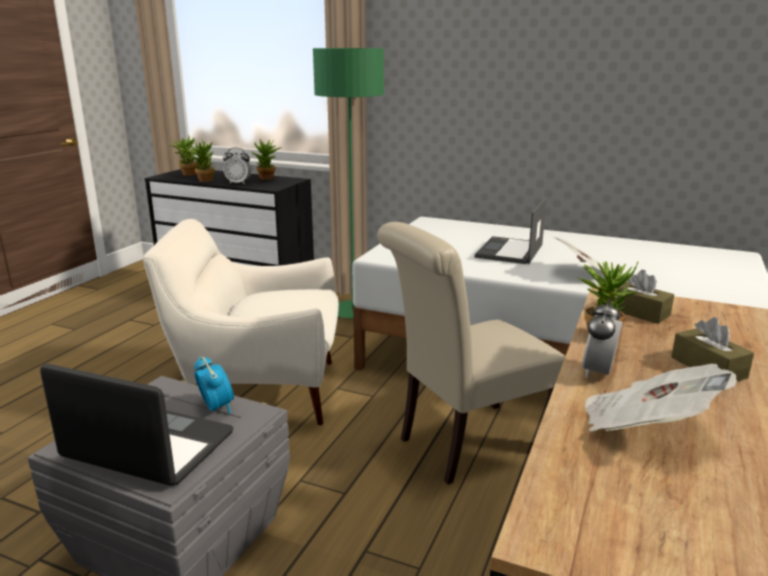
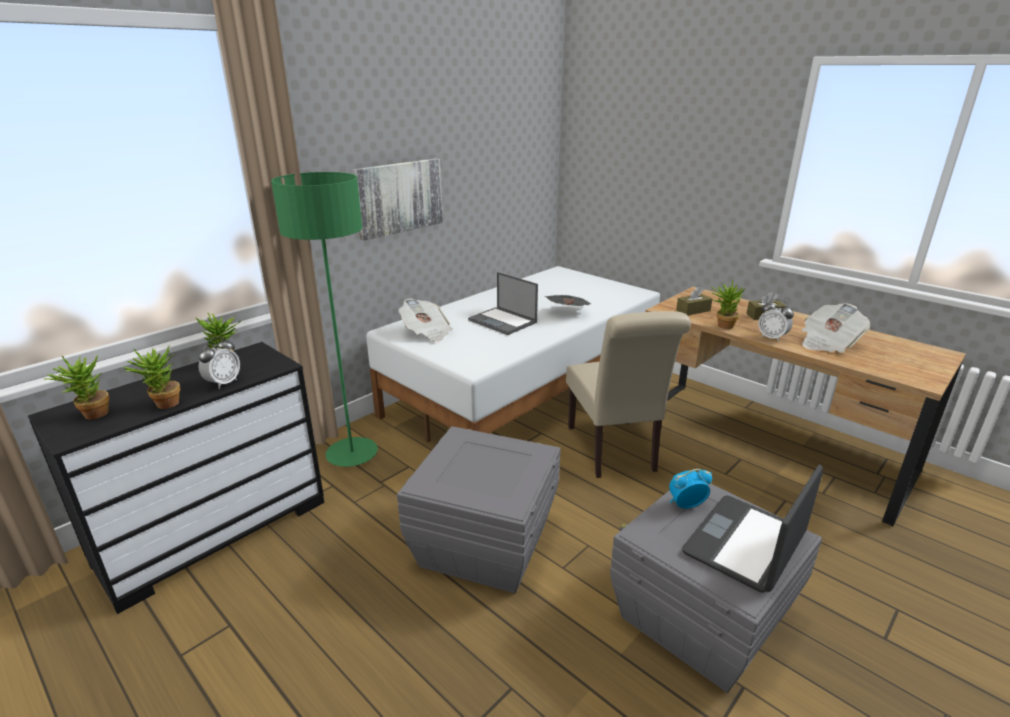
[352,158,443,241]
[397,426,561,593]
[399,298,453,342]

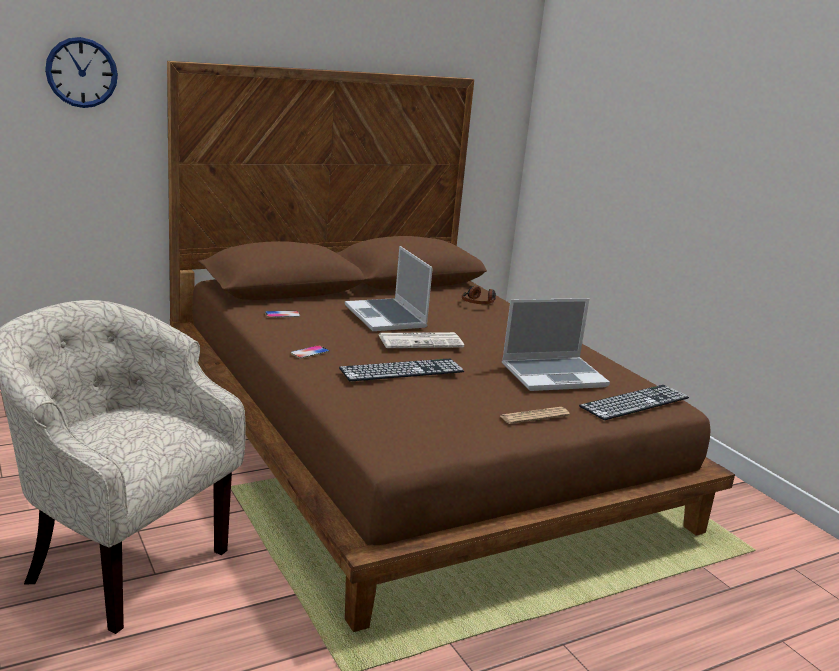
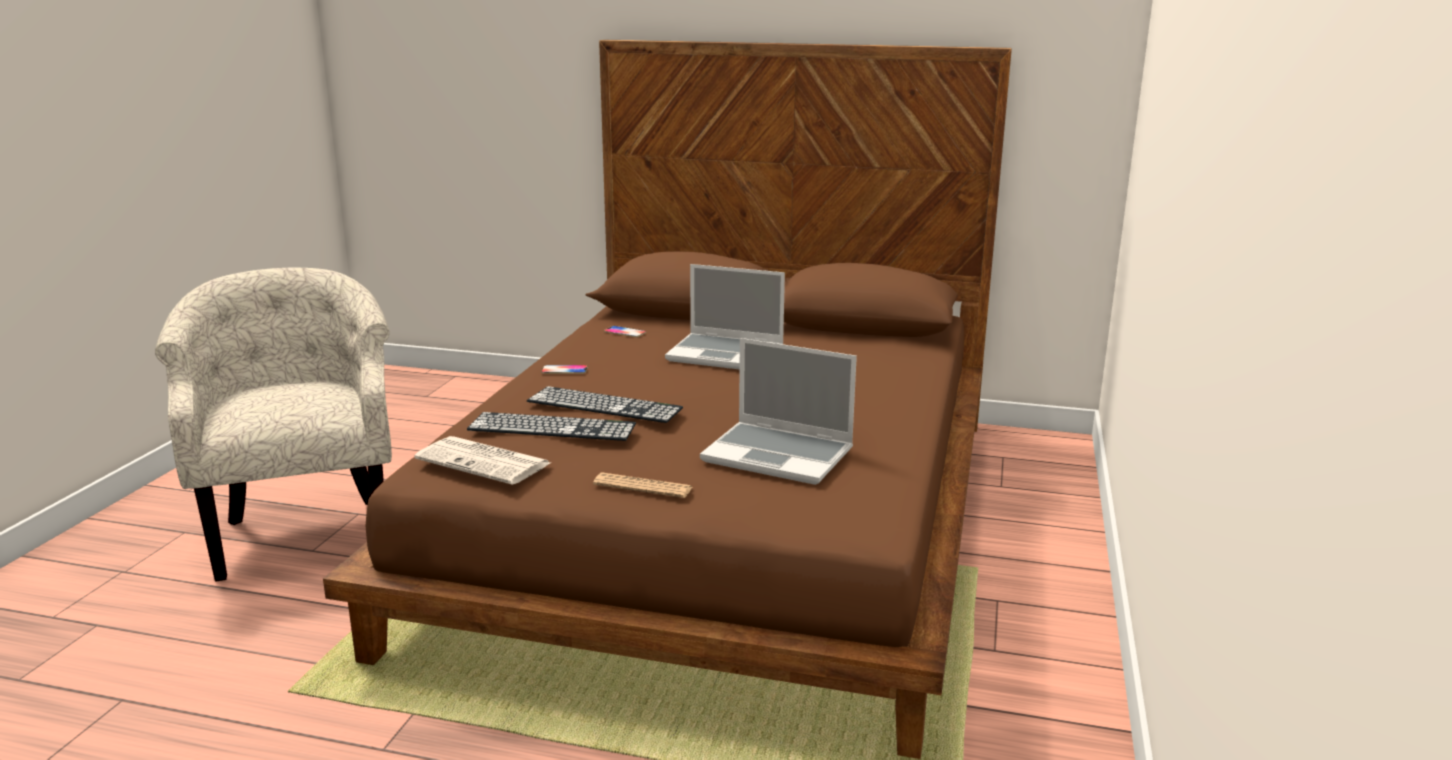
[414,436,550,485]
[467,412,636,441]
[665,264,785,370]
[45,37,118,108] (first image)
[462,286,496,304] (first image)

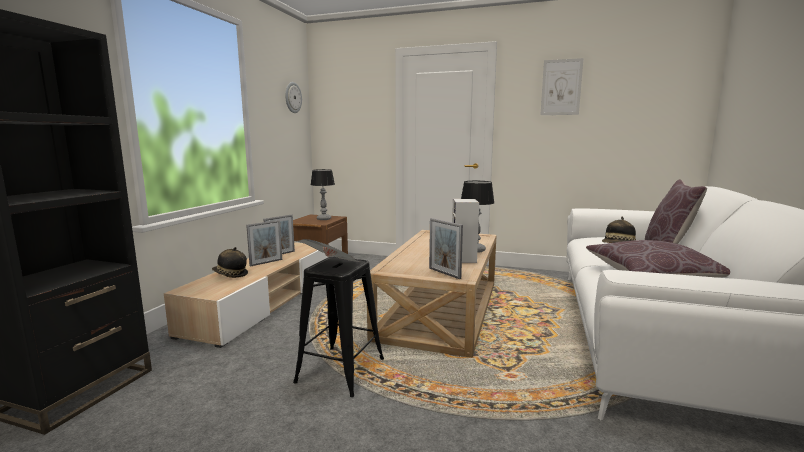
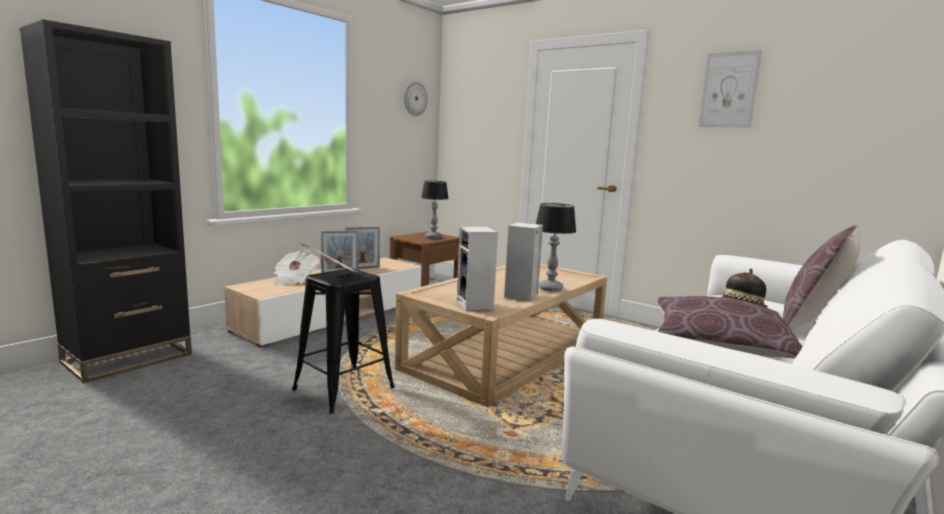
[273,250,320,285]
[457,227,498,311]

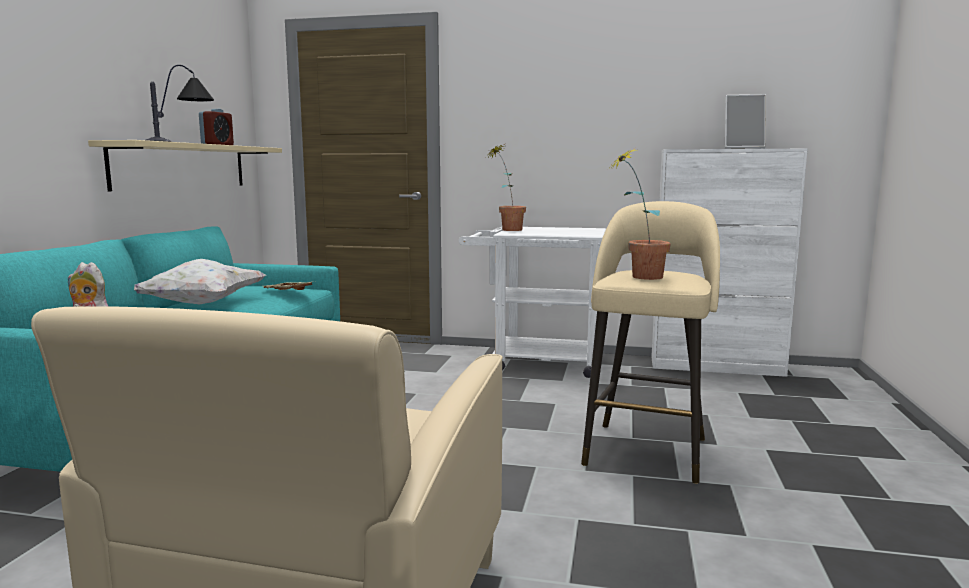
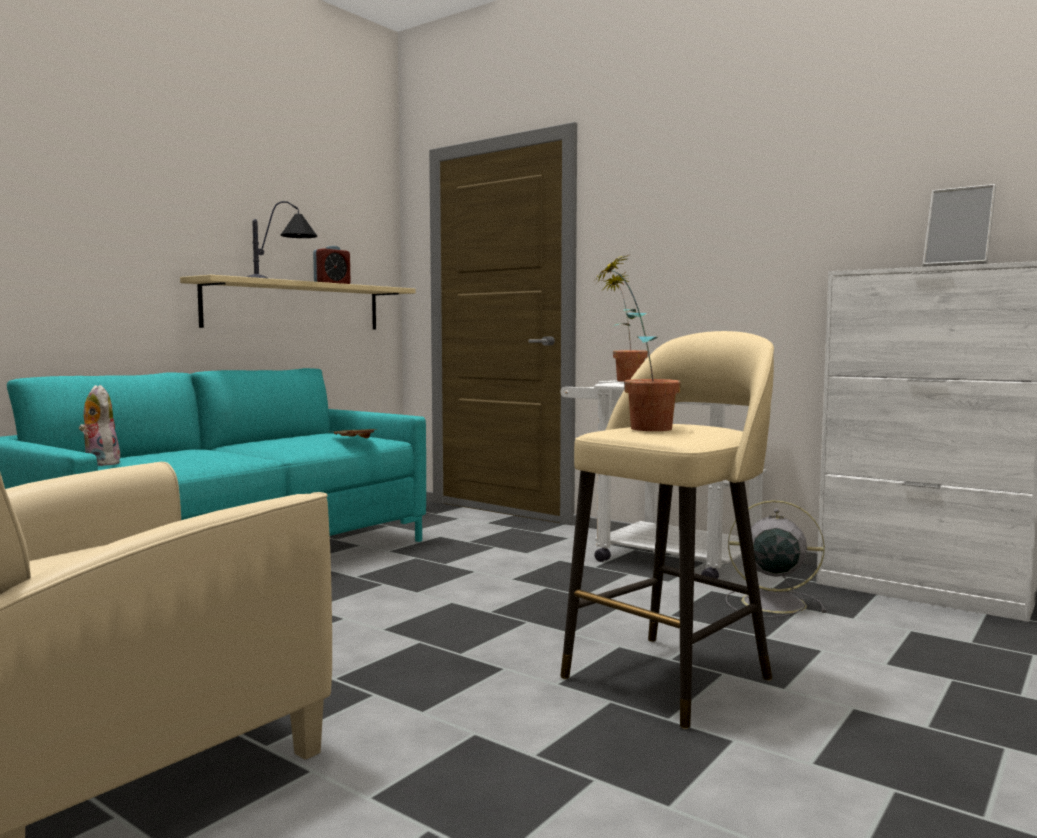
[725,500,826,618]
[134,259,266,304] (first image)

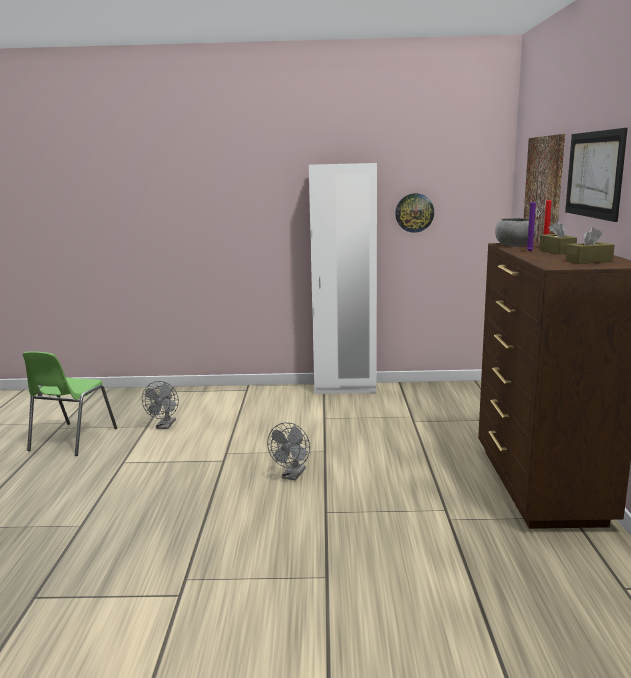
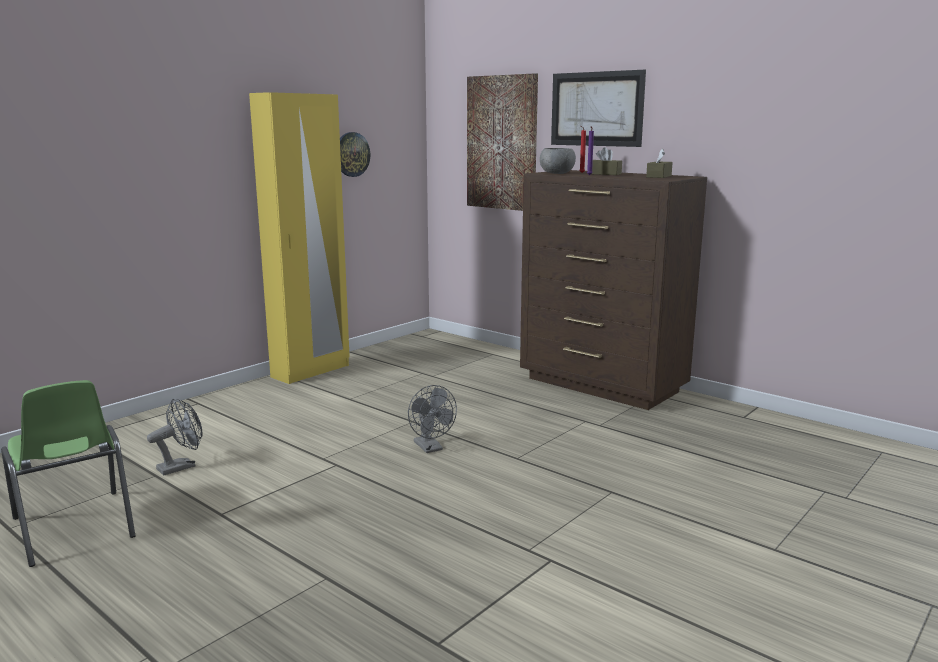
[147,398,203,475]
[249,92,350,384]

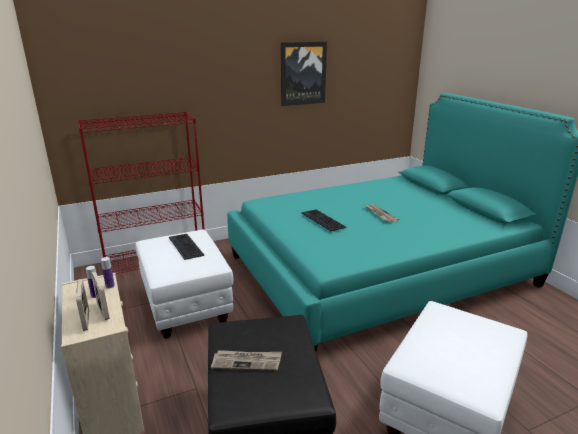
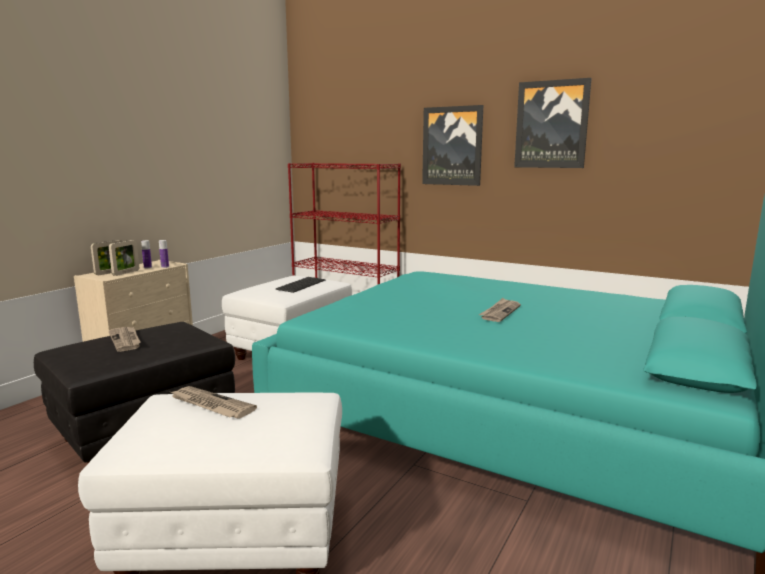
[168,386,257,418]
[422,105,483,186]
[302,209,346,231] (first image)

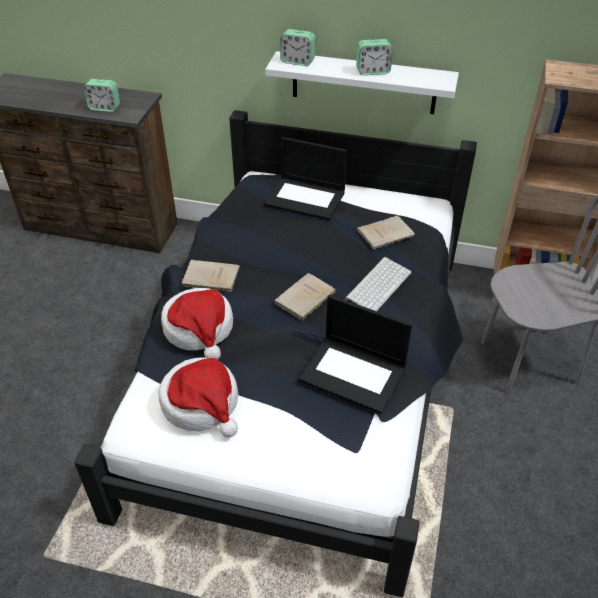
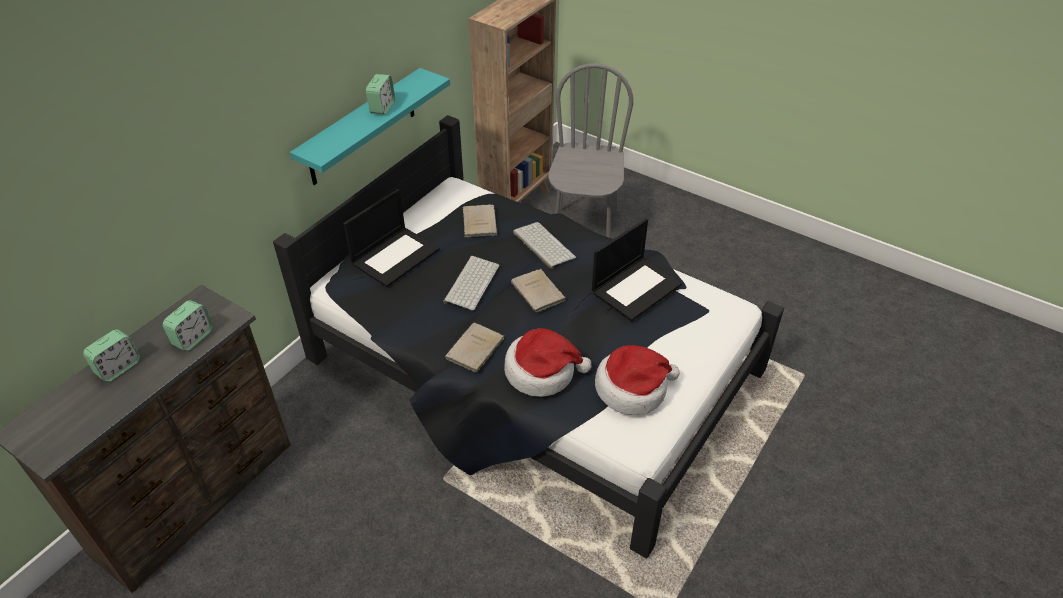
[83,329,140,382]
[290,68,450,185]
[443,256,499,311]

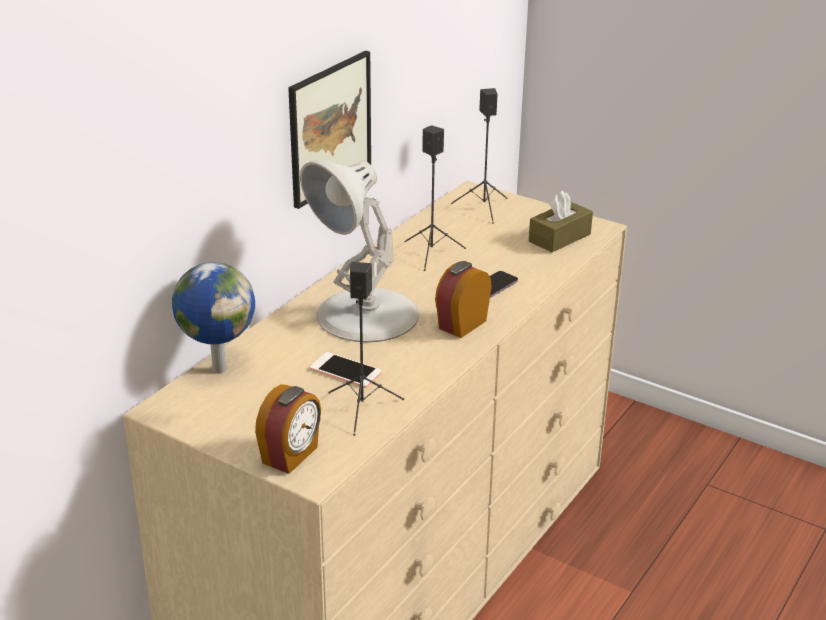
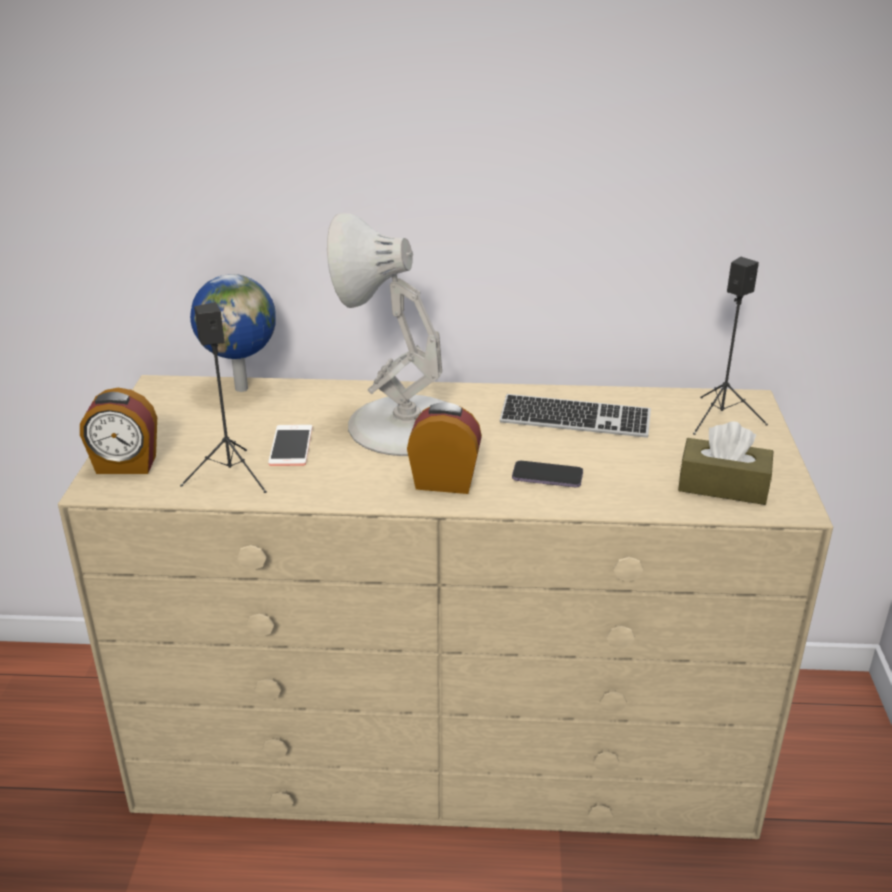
[500,394,651,438]
[288,50,371,209] (first image)

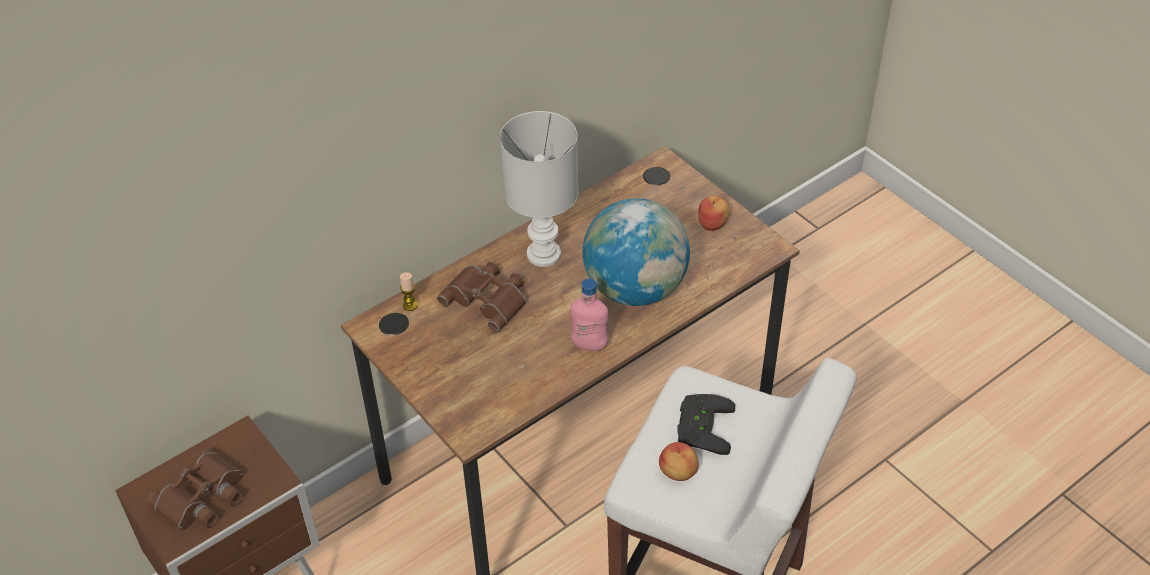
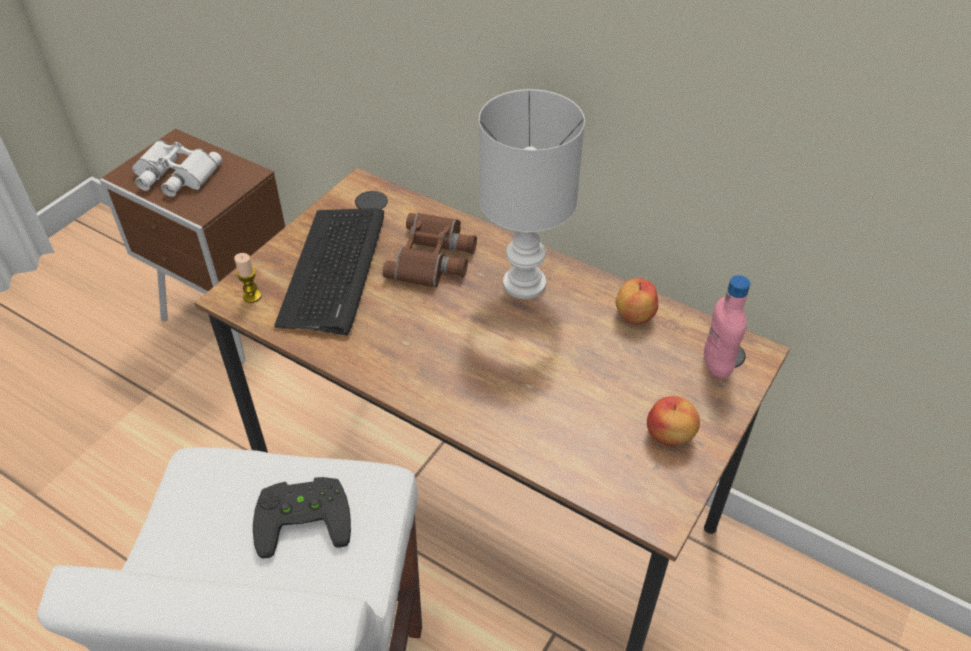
[132,140,222,197]
[234,253,261,303]
[274,208,384,335]
[616,278,658,324]
[704,275,750,379]
[583,198,690,306] (first image)

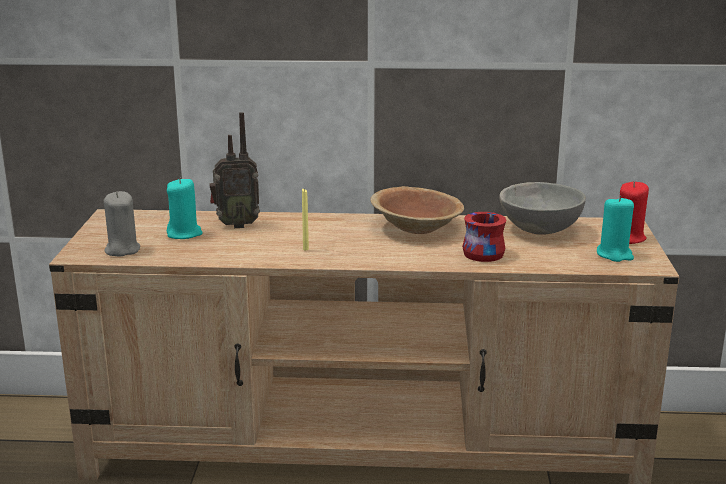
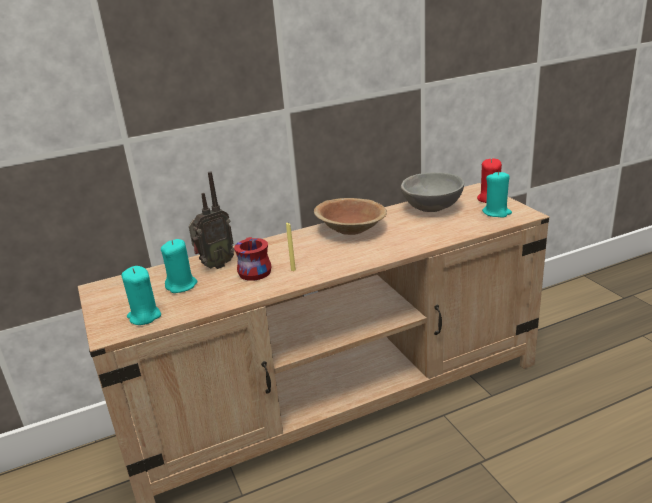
[121,266,161,325]
[234,237,271,281]

